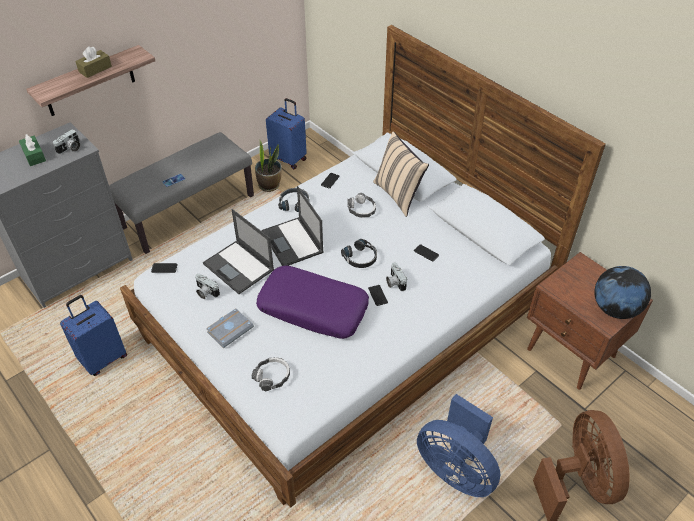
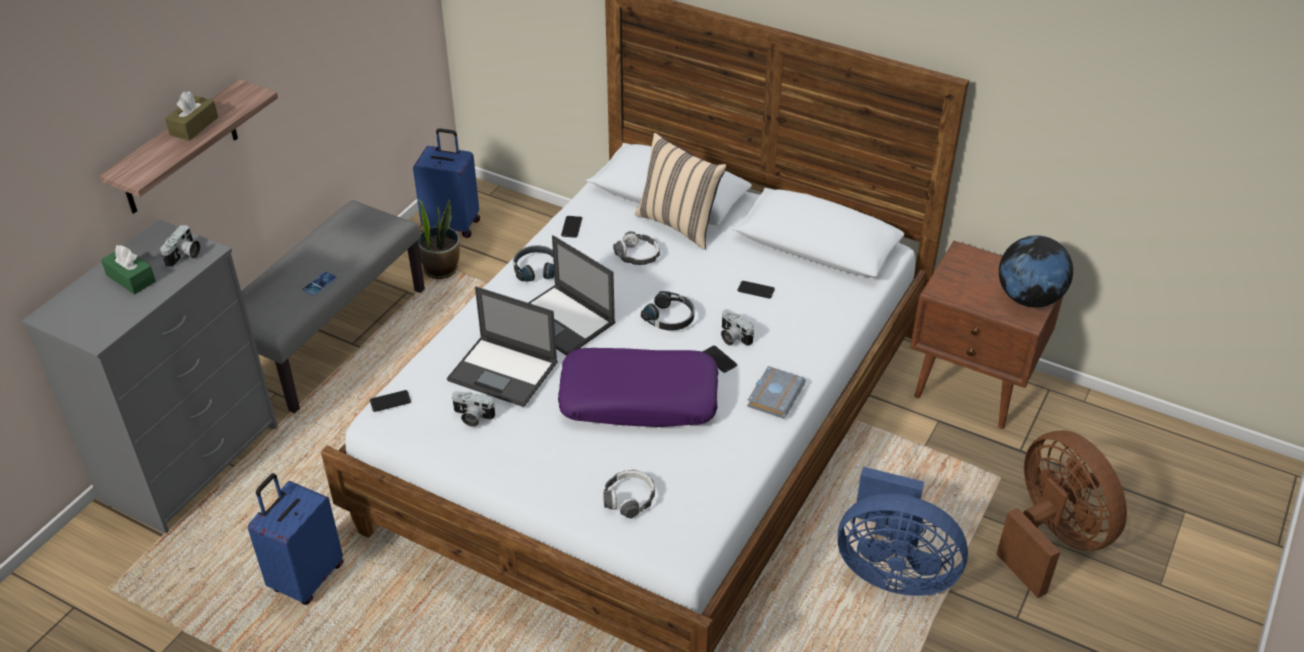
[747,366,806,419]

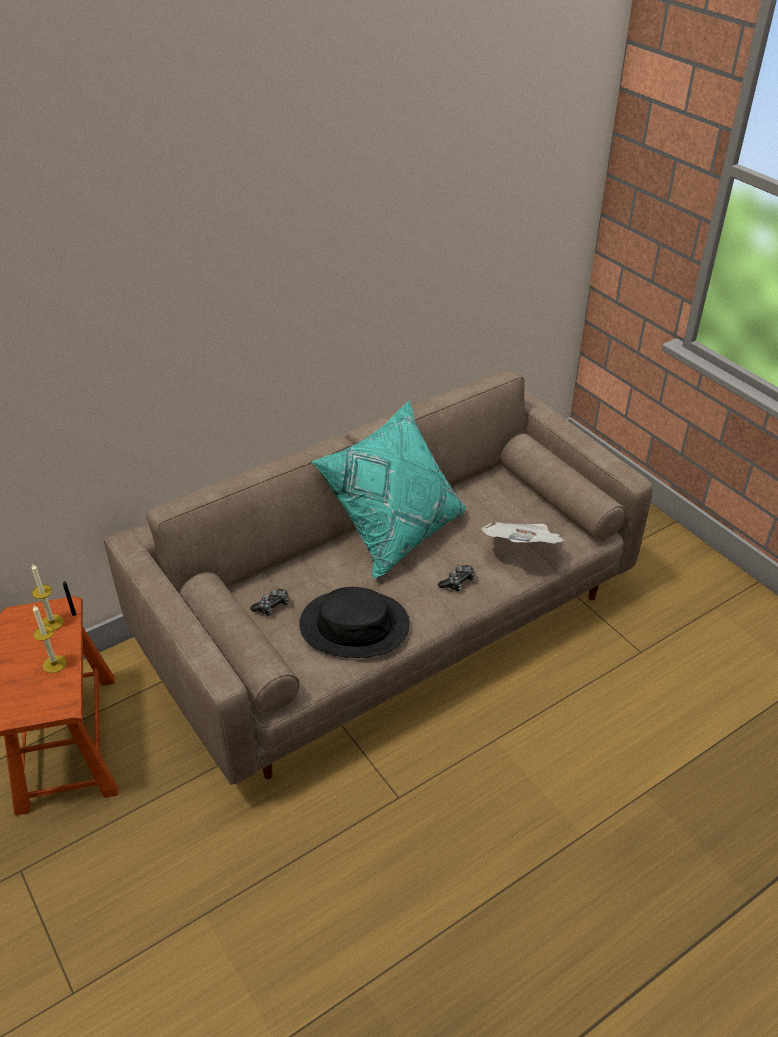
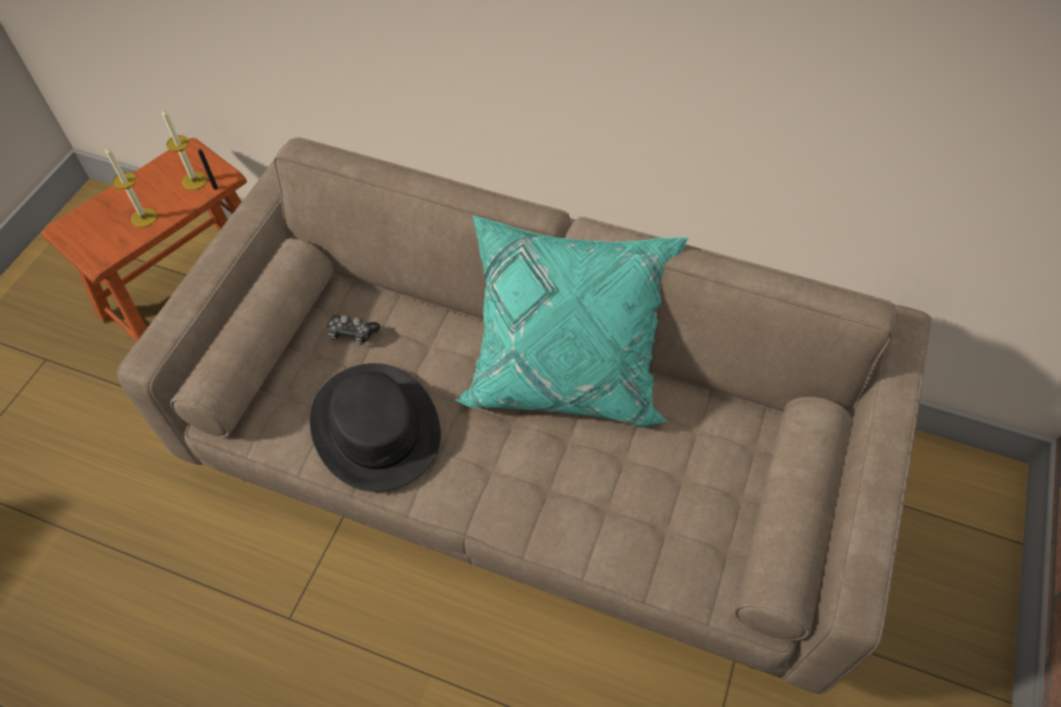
[438,565,475,591] (first image)
[481,522,565,543] (first image)

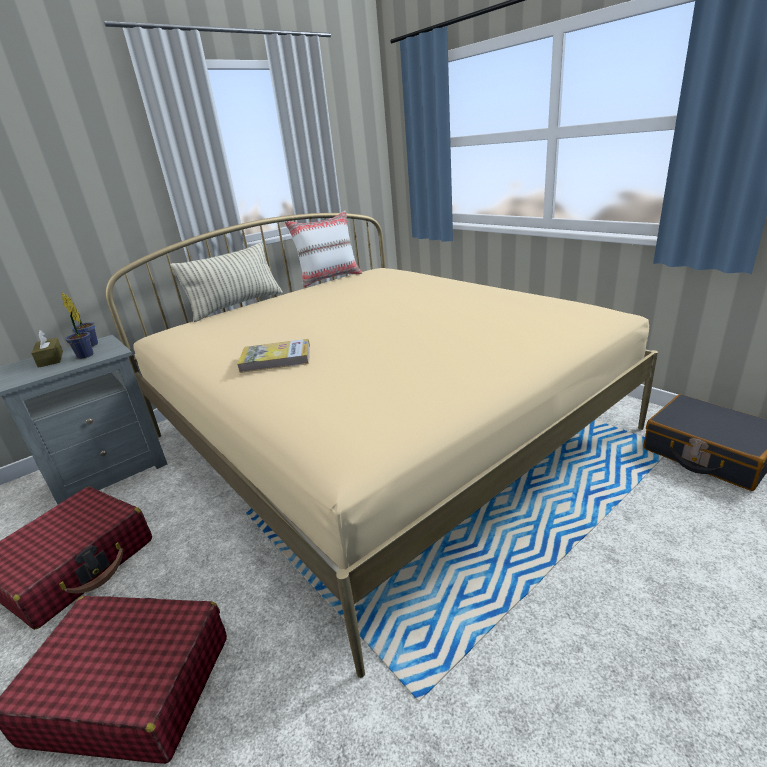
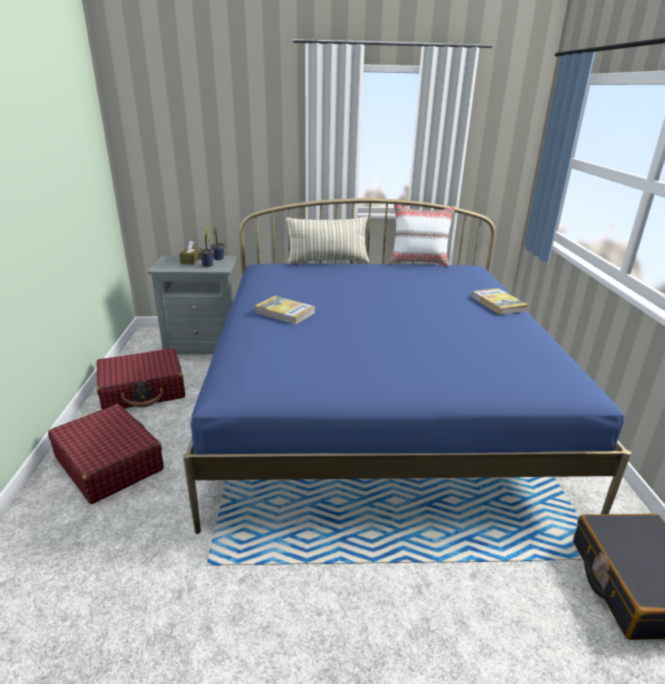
[183,198,631,534]
[472,288,528,315]

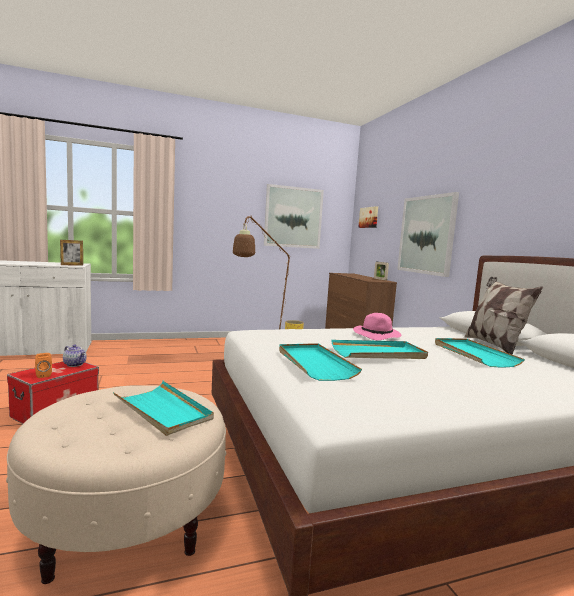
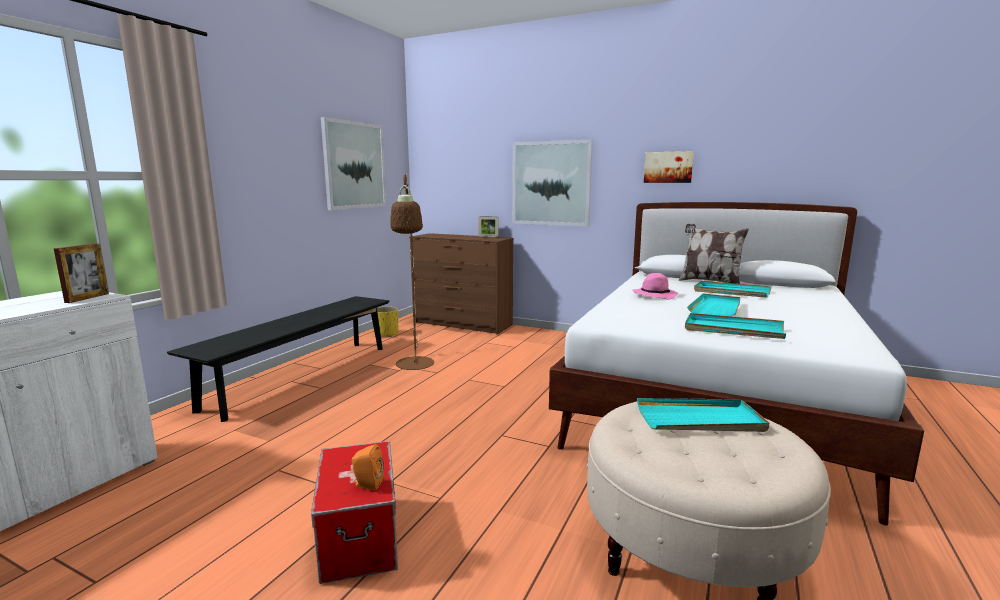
[167,296,389,422]
[644,151,694,183]
[63,345,87,367] (first image)

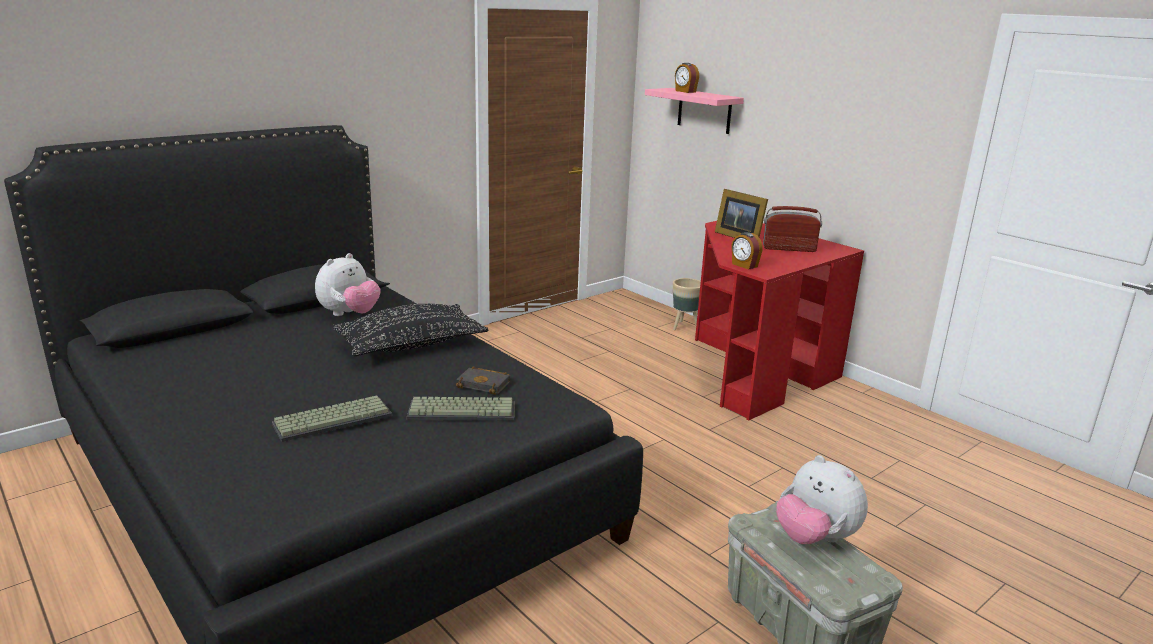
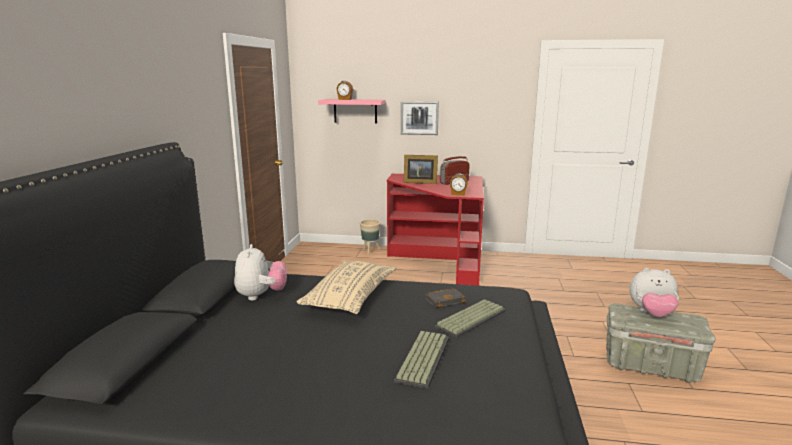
[296,260,396,314]
[401,101,439,135]

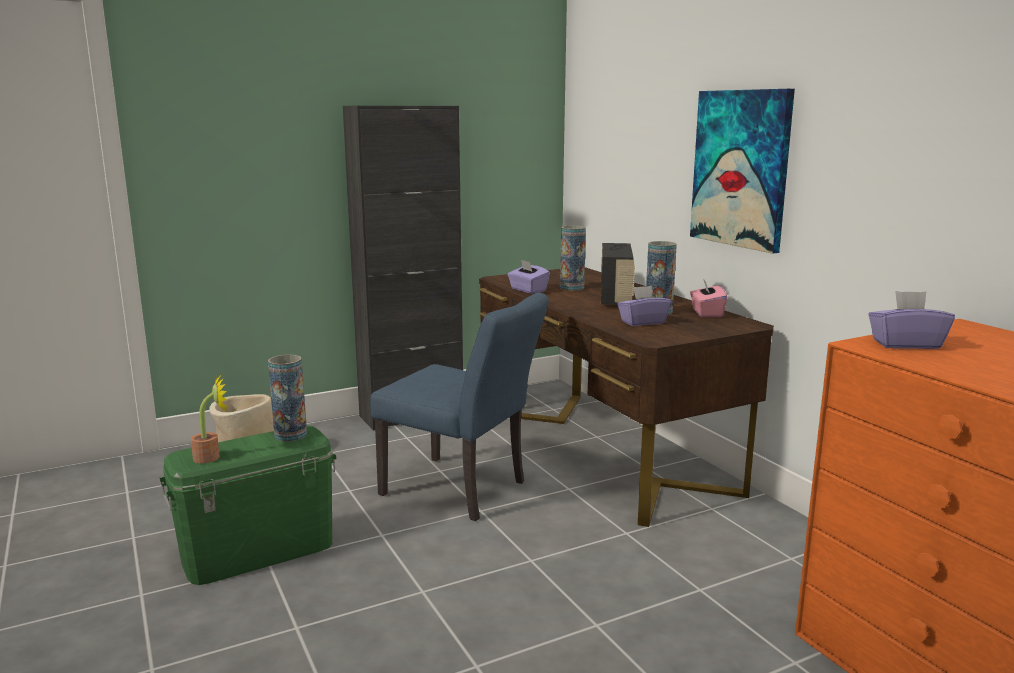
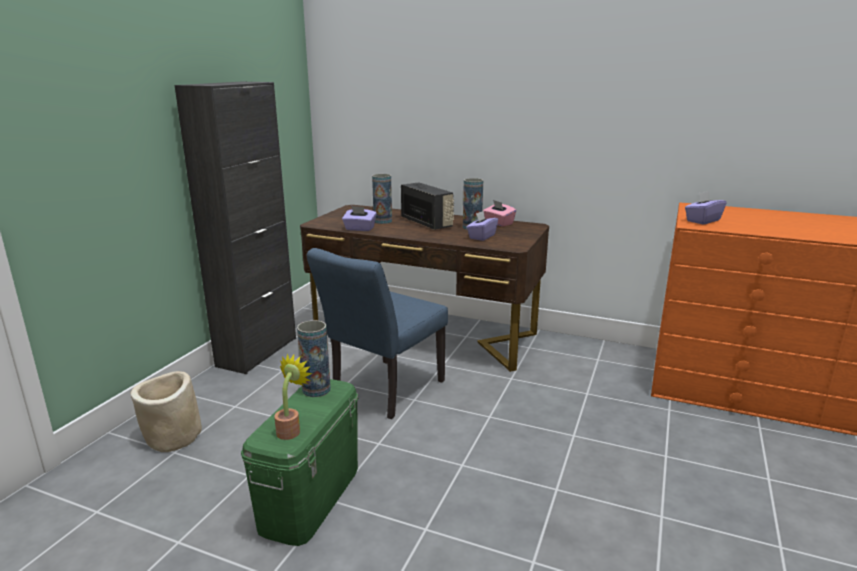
[307,248,448,419]
[690,89,795,254] (first image)

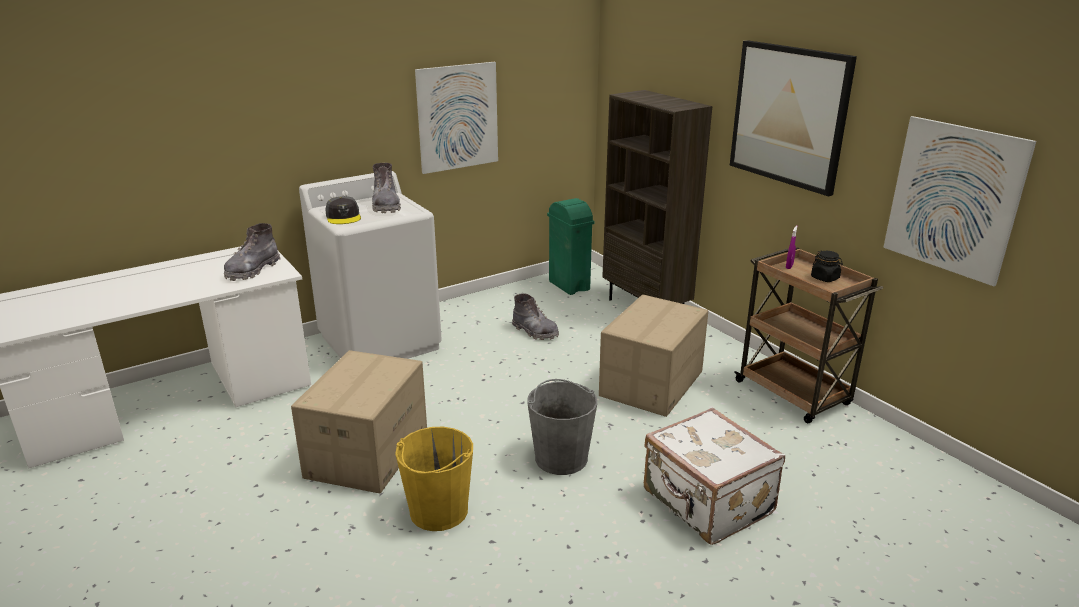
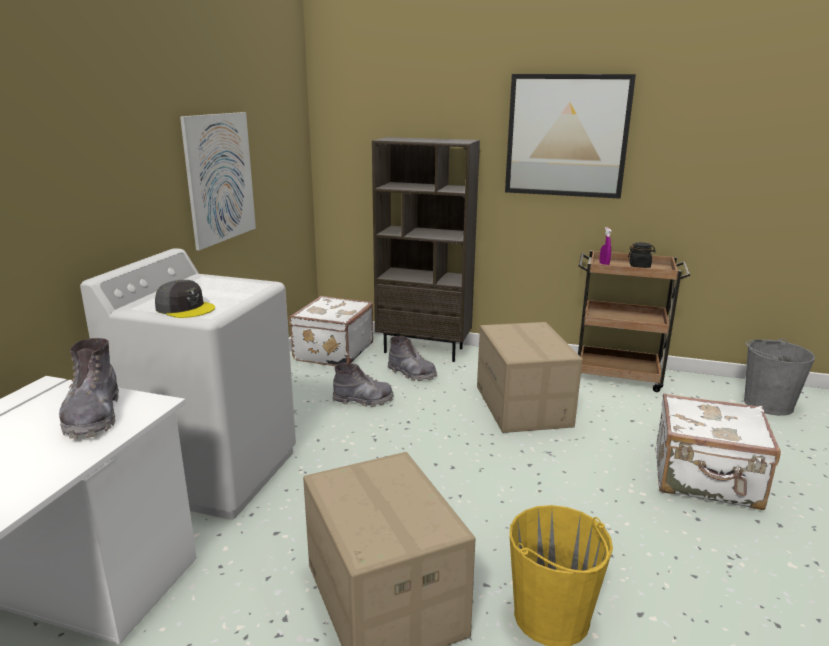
[289,296,373,366]
[388,336,437,381]
[744,338,815,416]
[883,116,1037,286] (first image)

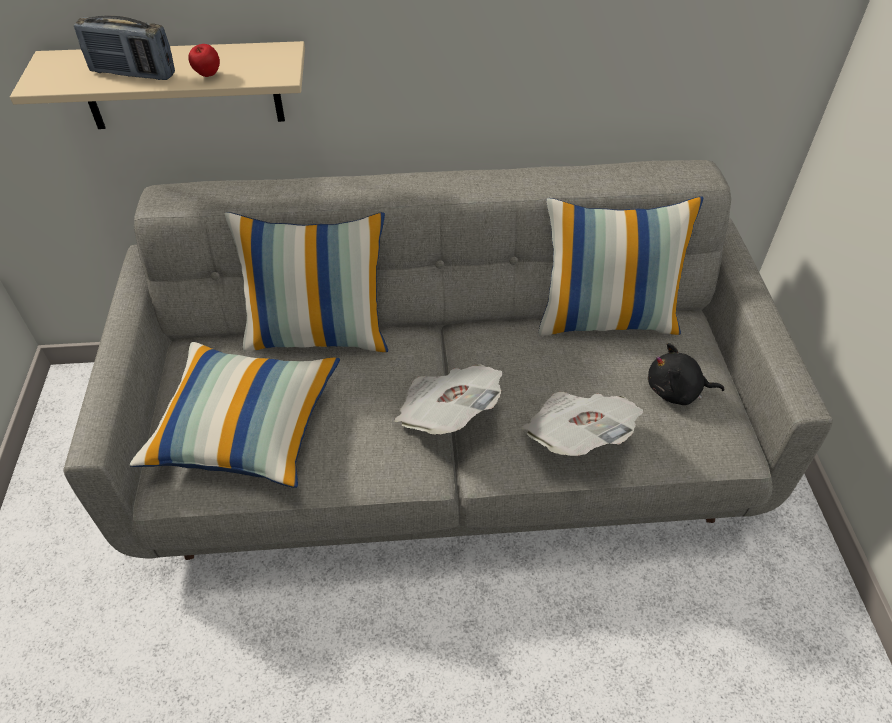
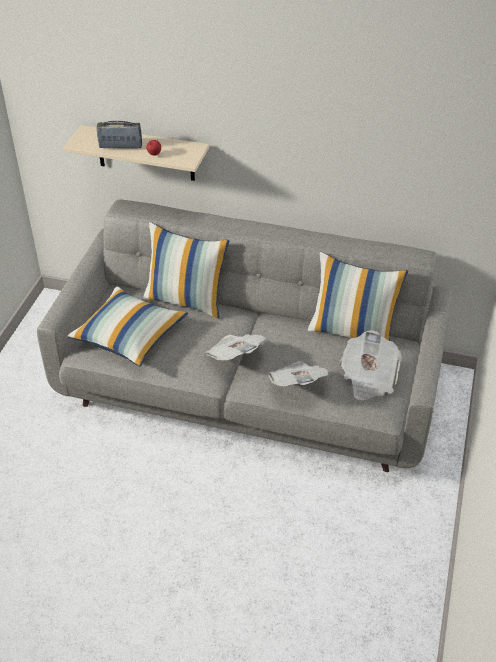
[96,121,142,149]
[340,330,402,400]

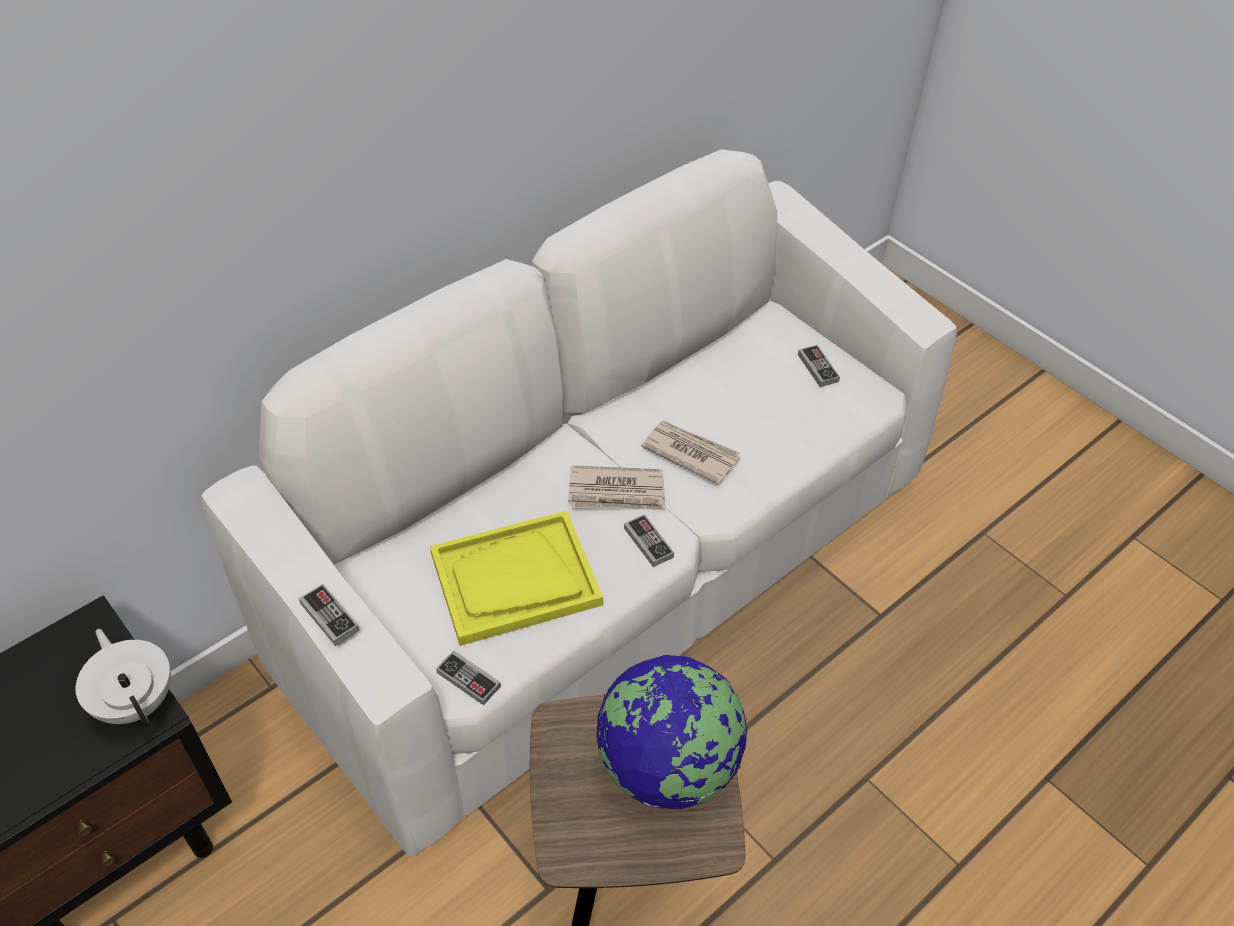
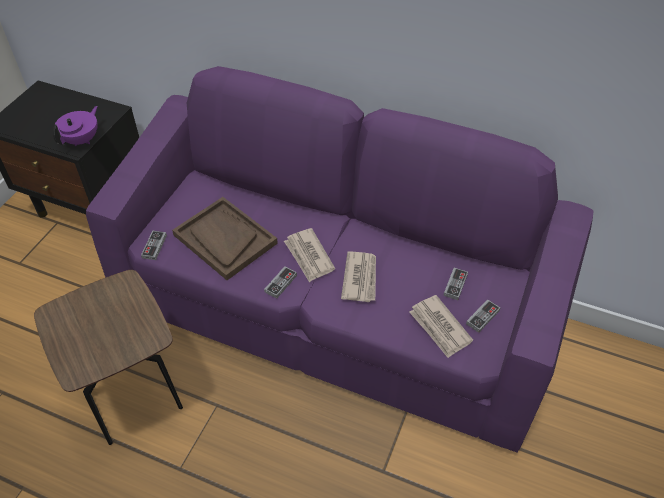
[53,106,98,146]
[86,66,593,452]
[172,197,278,280]
[409,295,473,358]
[443,268,468,300]
[597,655,747,810] (first image)

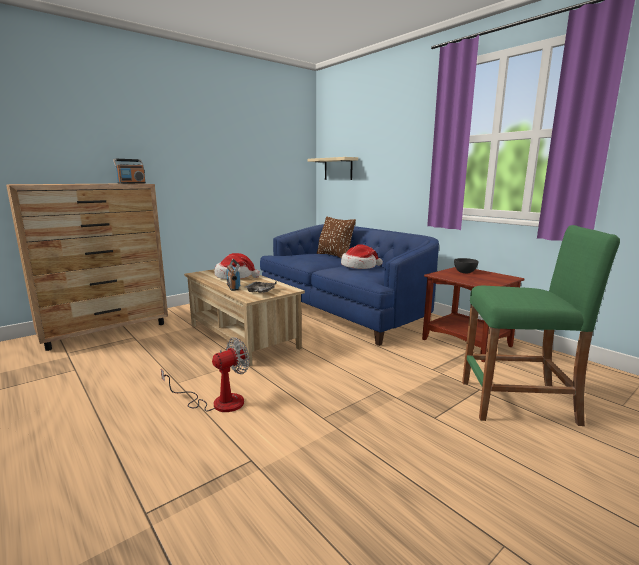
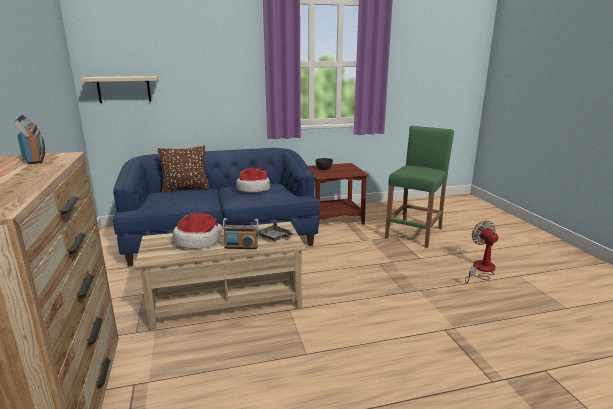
[465,220,498,283]

